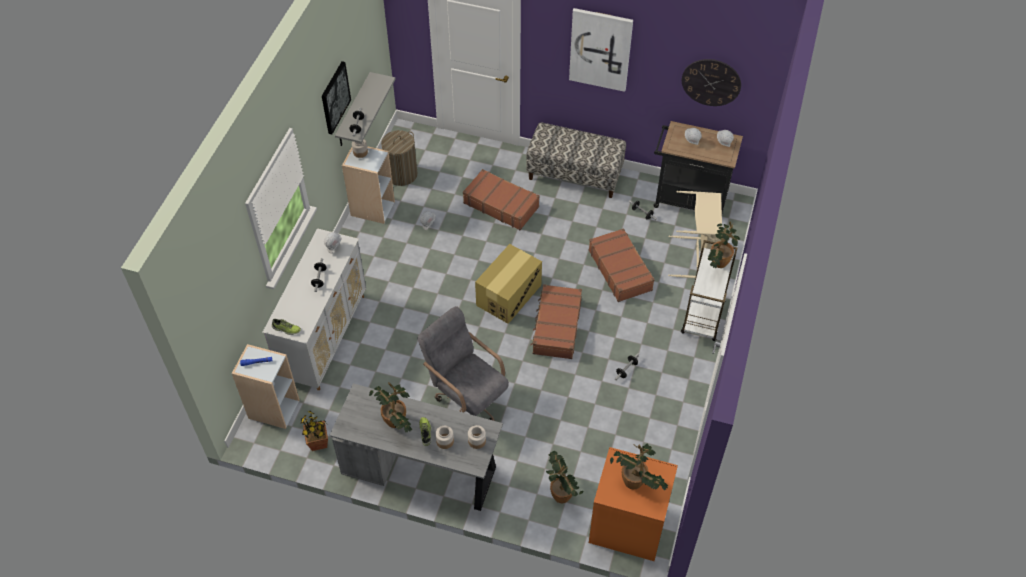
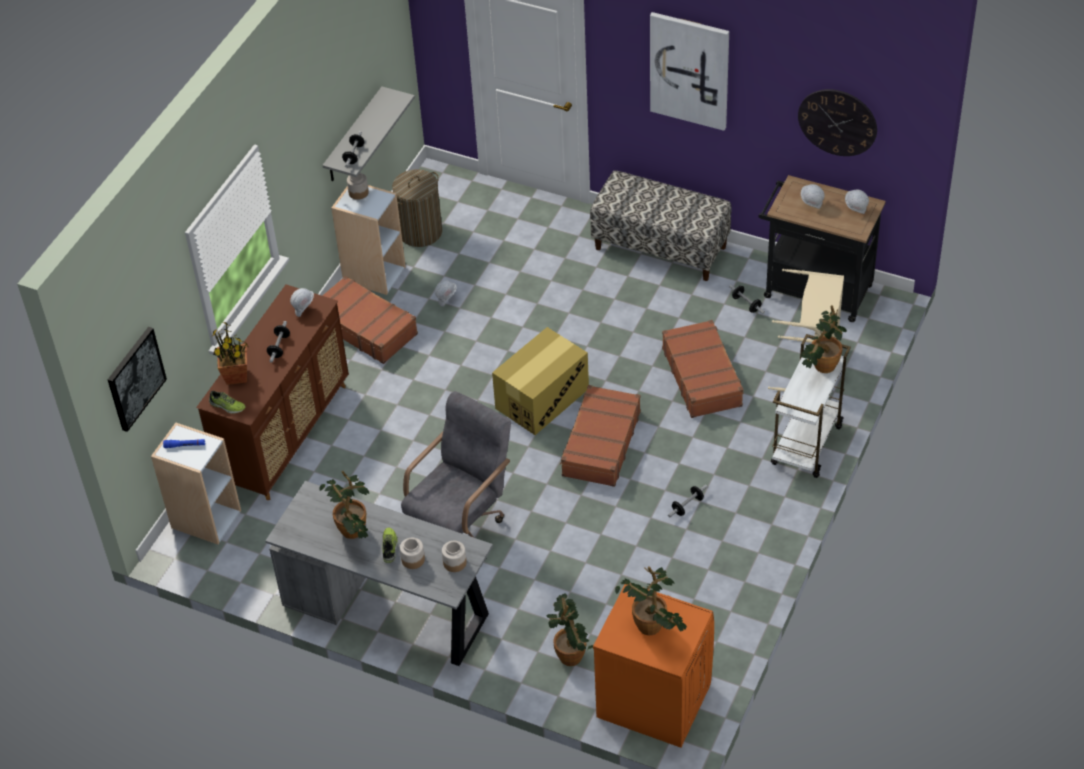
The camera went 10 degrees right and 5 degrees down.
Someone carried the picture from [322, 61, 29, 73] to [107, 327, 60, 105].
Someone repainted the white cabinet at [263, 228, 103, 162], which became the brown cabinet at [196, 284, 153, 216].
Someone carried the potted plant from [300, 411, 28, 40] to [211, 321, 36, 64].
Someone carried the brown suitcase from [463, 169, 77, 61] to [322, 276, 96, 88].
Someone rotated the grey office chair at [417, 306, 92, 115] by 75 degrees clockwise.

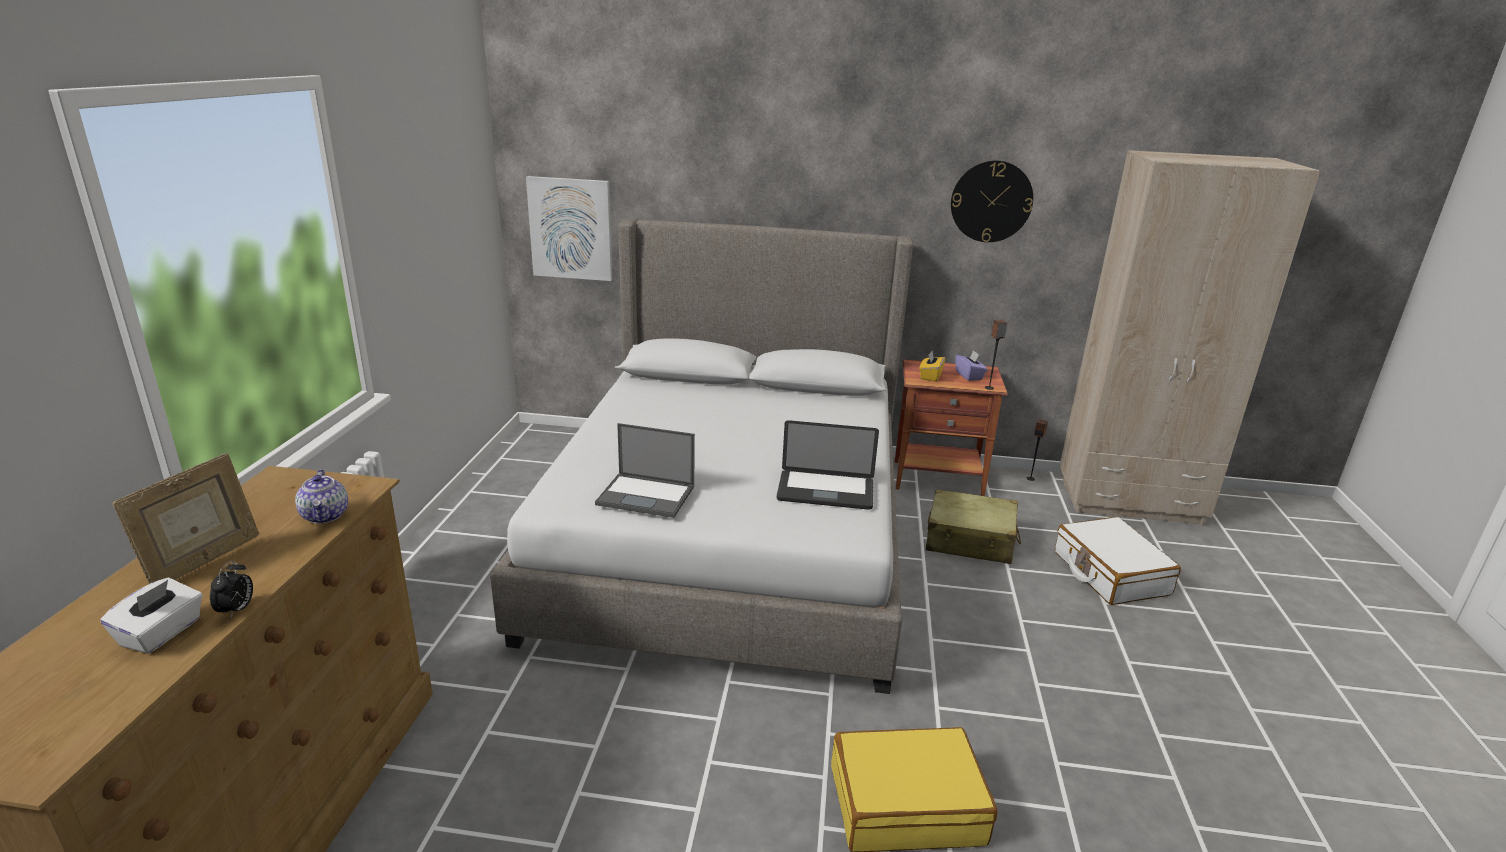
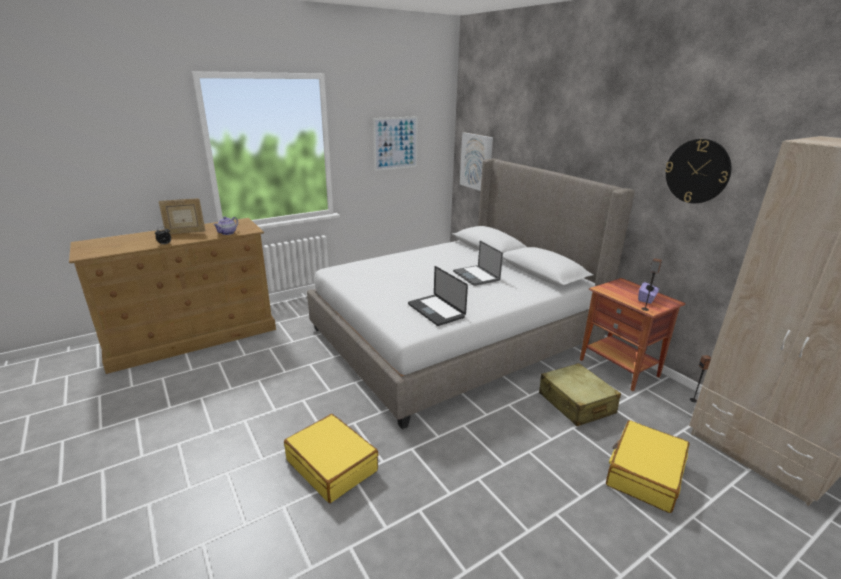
The camera went 50 degrees right and 0 degrees up.
Someone put up the picture at [373, 116, 45, 55].
Someone carried the laptop from [595, 423, 100, 95] to [453, 241, 50, 45].
Someone repainted the white suitcase at [1055, 517, 126, 88], which became the yellow suitcase at [606, 420, 83, 93].
Someone took away the white tissue box at [100, 577, 103, 77].
Someone took away the yellow tissue box at [919, 351, 26, 31].

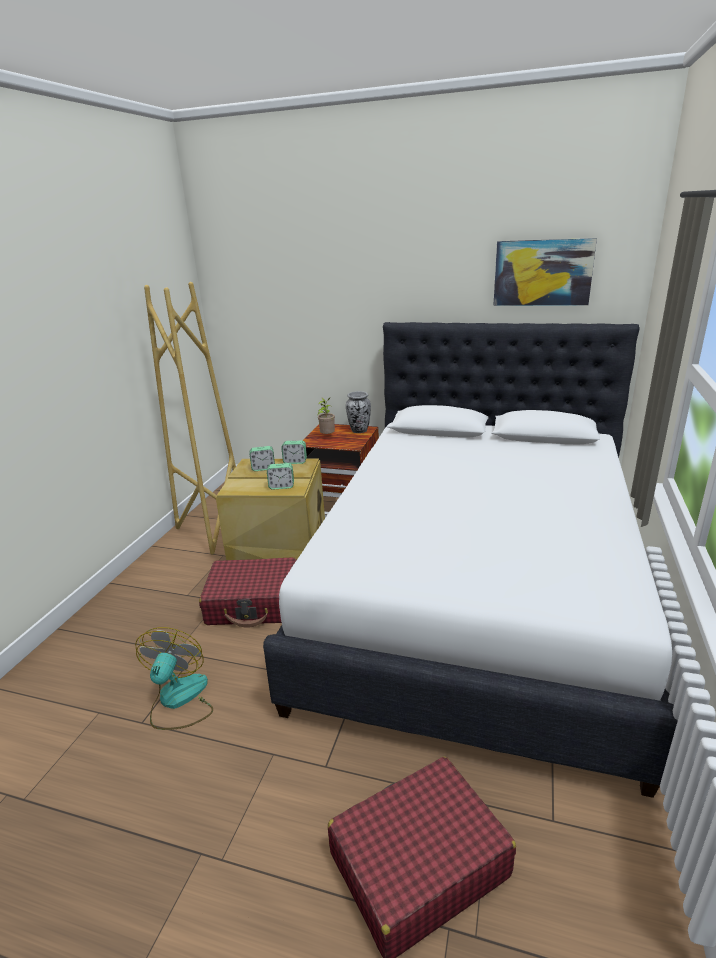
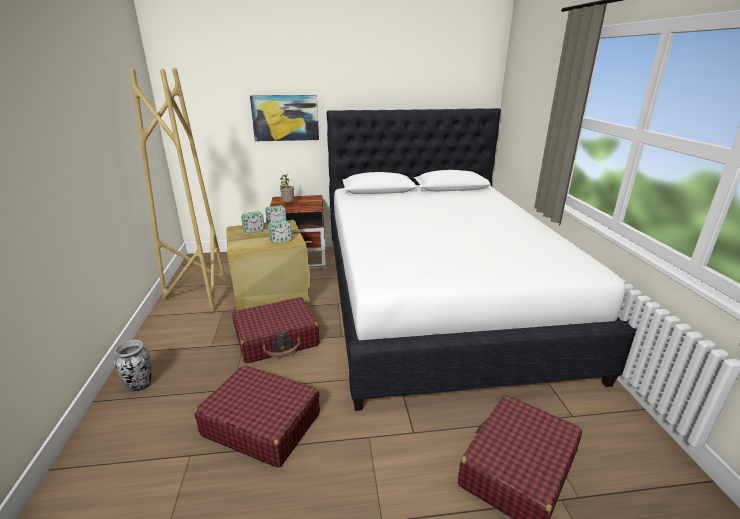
The camera went 25 degrees left and 0 degrees up.
Someone carried the vase from [346, 391, 25, 42] to [114, 340, 38, 52].
Someone swapped the fan at [135, 627, 78, 103] for the red suitcase at [194, 365, 126, 103].
Someone carried the picture from [493, 238, 104, 68] to [250, 95, 69, 46].

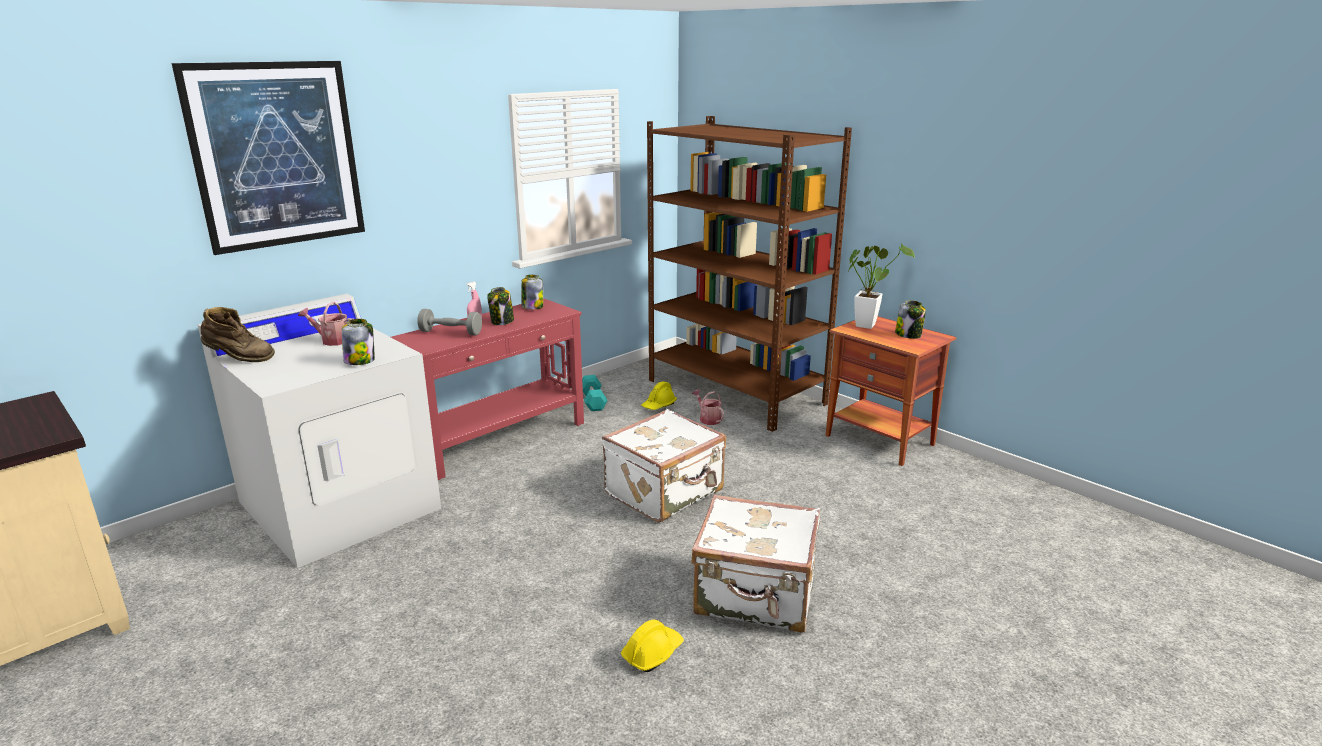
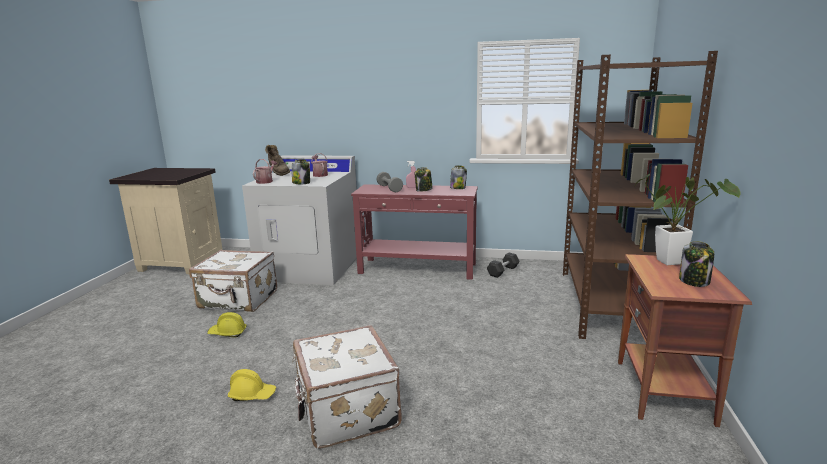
The camera went 55 degrees right and 5 degrees down.
Someone carried the white suitcase from [602, 409, 124, 113] to [189, 250, 88, 62].
Someone carried the yellow hard hat from [641, 381, 36, 29] to [207, 312, 40, 26].
Someone carried the watering can from [692, 390, 32, 35] to [253, 159, 24, 25].
Someone repainted the turquoise dumbbell at [582, 375, 25, 36], which became the grey dumbbell at [487, 253, 33, 25].
Someone took away the picture at [172, 61, 193, 194].

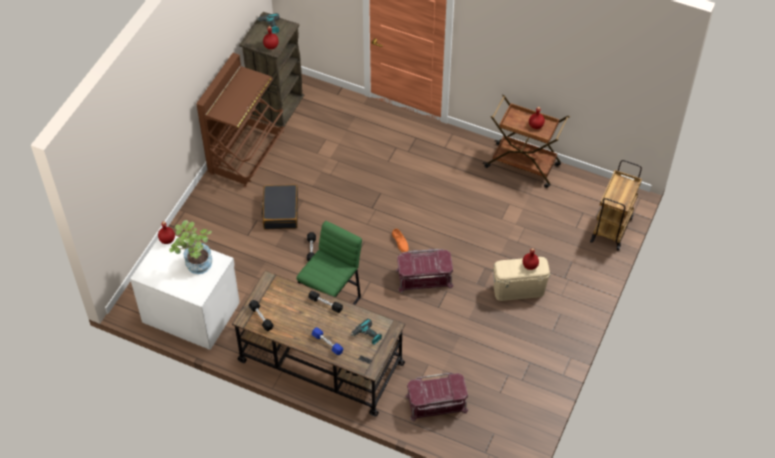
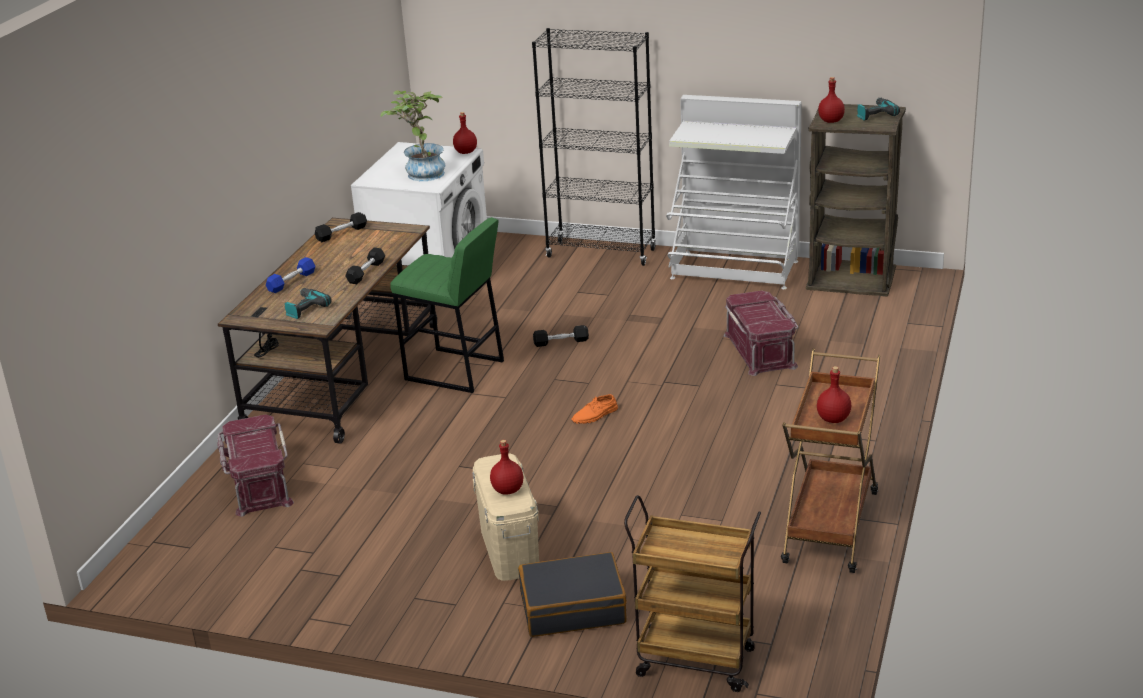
The camera went 85 degrees right and 25 degrees down.
Someone carried the black suitcase from [261, 185, 37, 44] to [518, 552, 109, 85].
Someone put down the black bookcase at [532, 28, 124, 238].
Someone repainted the brown shoe rack at [196, 53, 89, 135], which became the white shoe rack at [666, 95, 136, 194].
Someone carried the red storage box from [396, 249, 58, 44] to [723, 291, 75, 85].

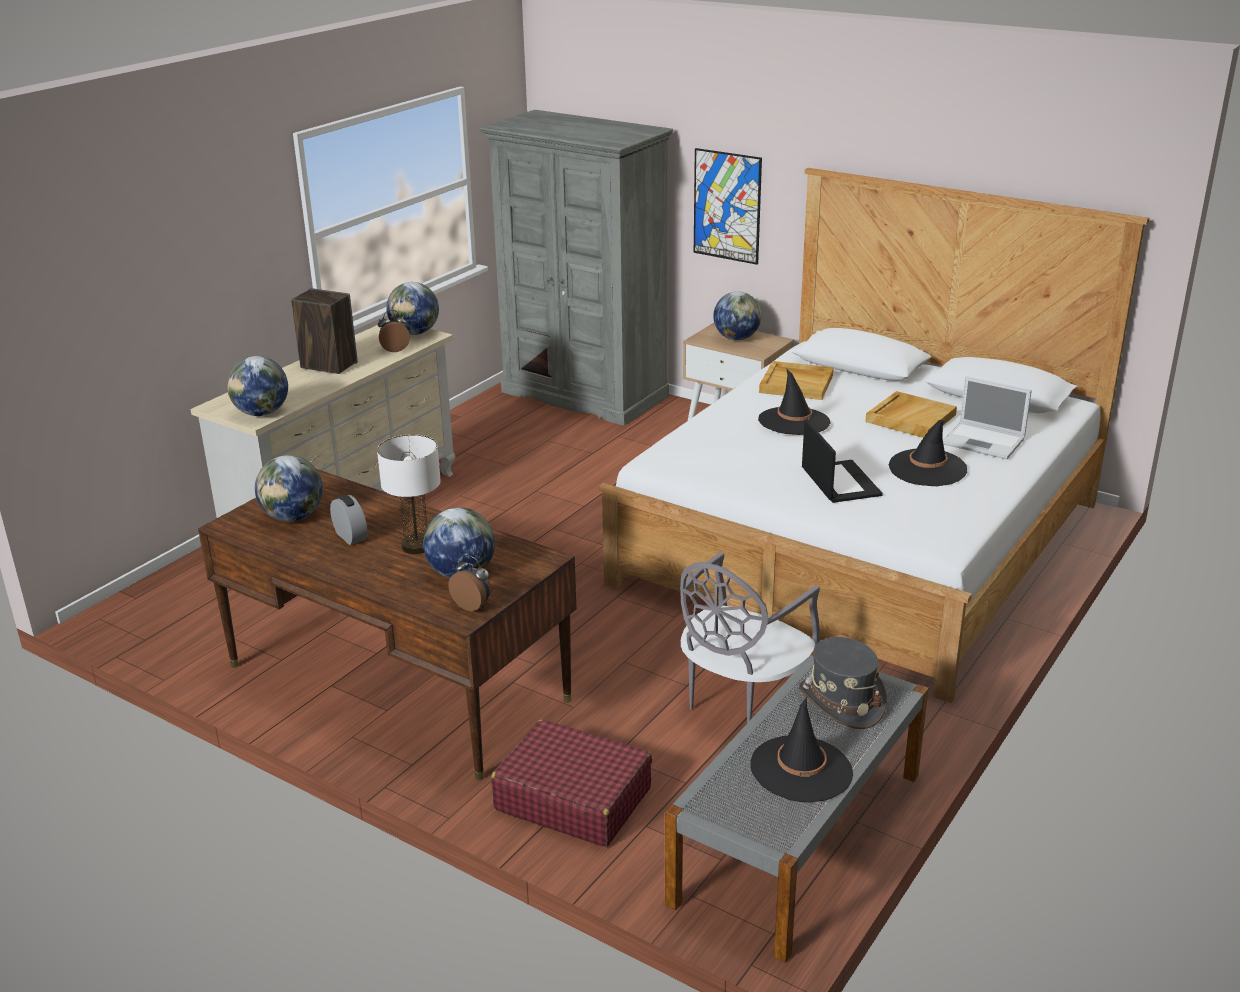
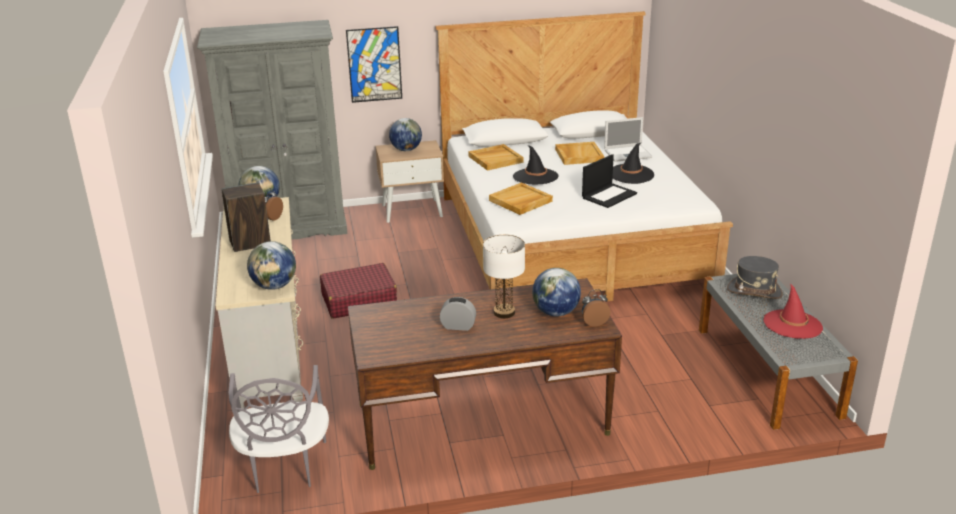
The camera went 45 degrees left and 0 degrees up.
Someone carried the grey chair from [680, 552, 140, 171] to [228, 365, 101, 128].
Someone carried the red suitcase from [491, 720, 161, 127] to [320, 263, 77, 56].
Someone put down the beige tray at [489, 182, 64, 33].
Someone rotated the laptop at [802, 420, 81, 83] by 105 degrees clockwise.
Someone repainted the black hat at [750, 697, 103, 105], which became the red hat at [763, 283, 60, 56].
Someone took away the globe at [255, 455, 68, 67].

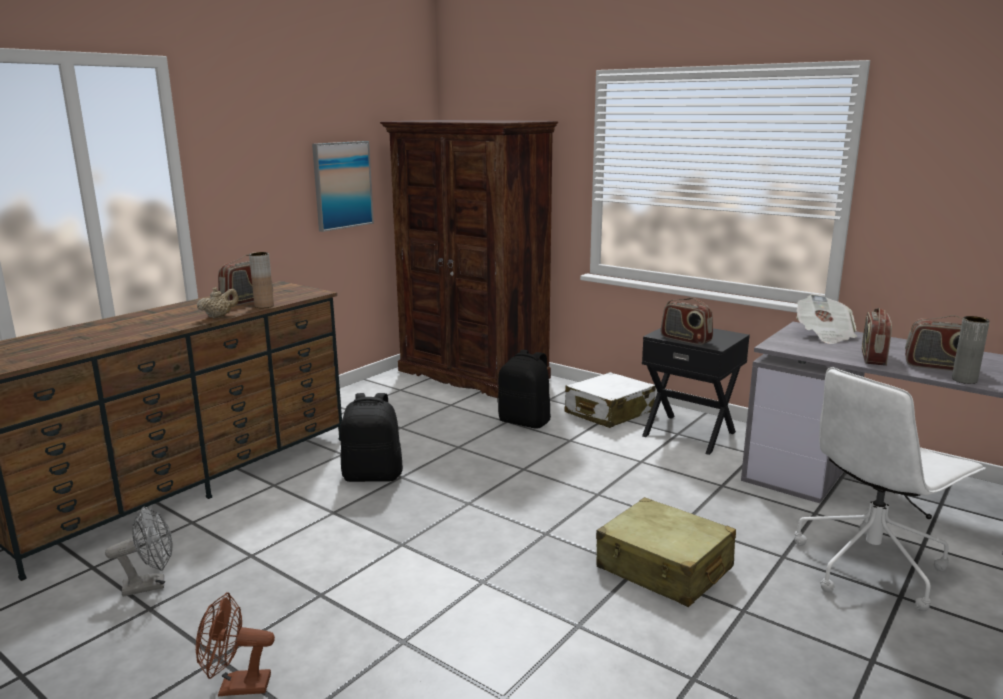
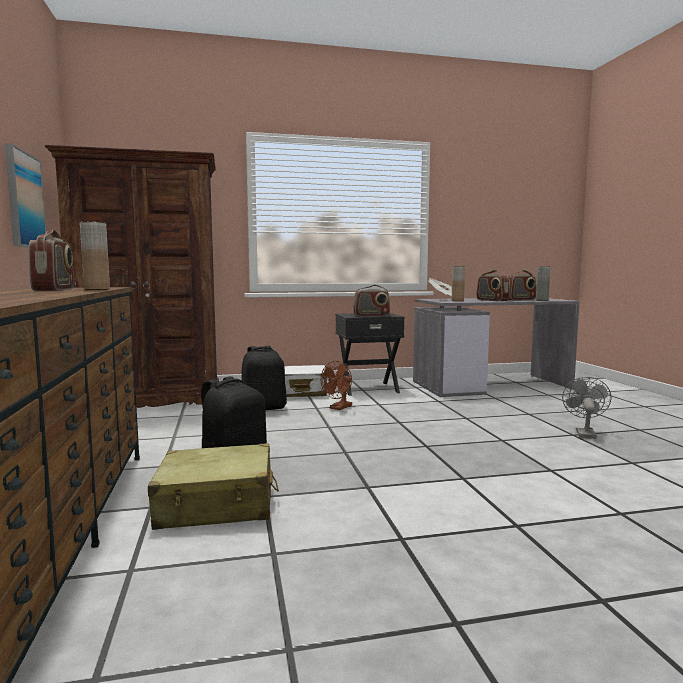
The camera went 50 degrees left and 10 degrees down.
Someone carried the beige suitcase from [596, 497, 140, 110] to [148, 443, 131, 87].
Someone carried the brown fan from [196, 592, 79, 104] to [321, 361, 31, 49].
Someone put down the brown vase at [452, 266, 13, 35].
Someone carried the grey fan from [105, 507, 67, 89] to [562, 377, 49, 62].
Someone took away the beige teapot at [197, 287, 42, 31].
Someone took away the white office chair at [795, 367, 191, 244].

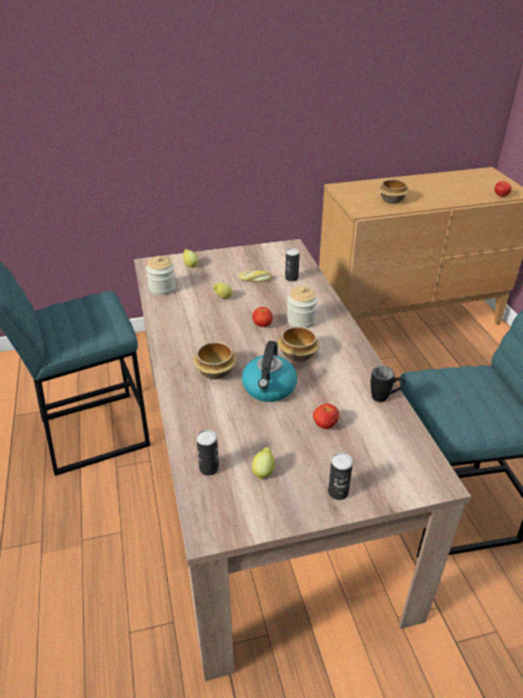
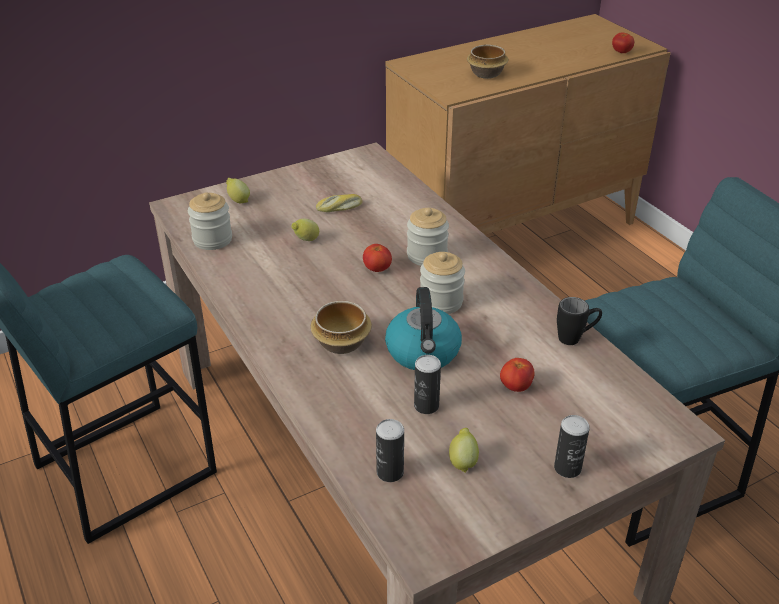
The camera went 15 degrees left and 0 degrees up.
Someone carried the can from [285, 248, 15, 34] to [414, 355, 27, 59].
Someone swapped the bowl at [278, 326, 42, 36] for the jar at [420, 252, 45, 62].

